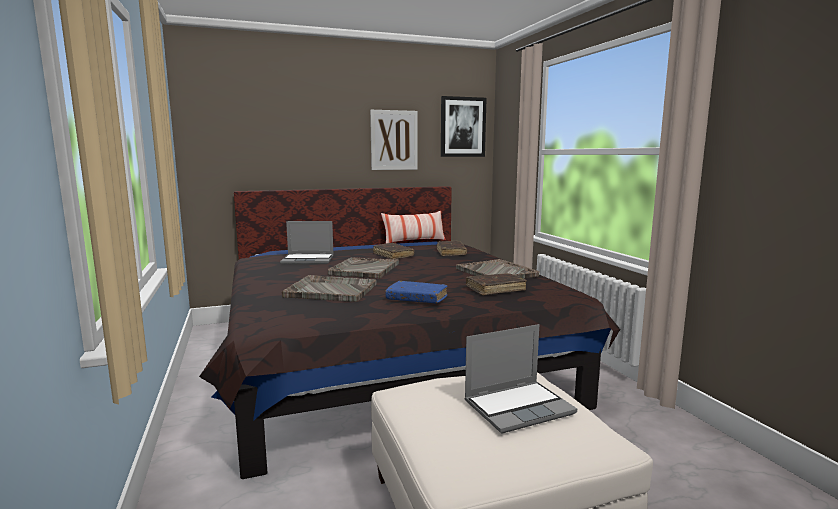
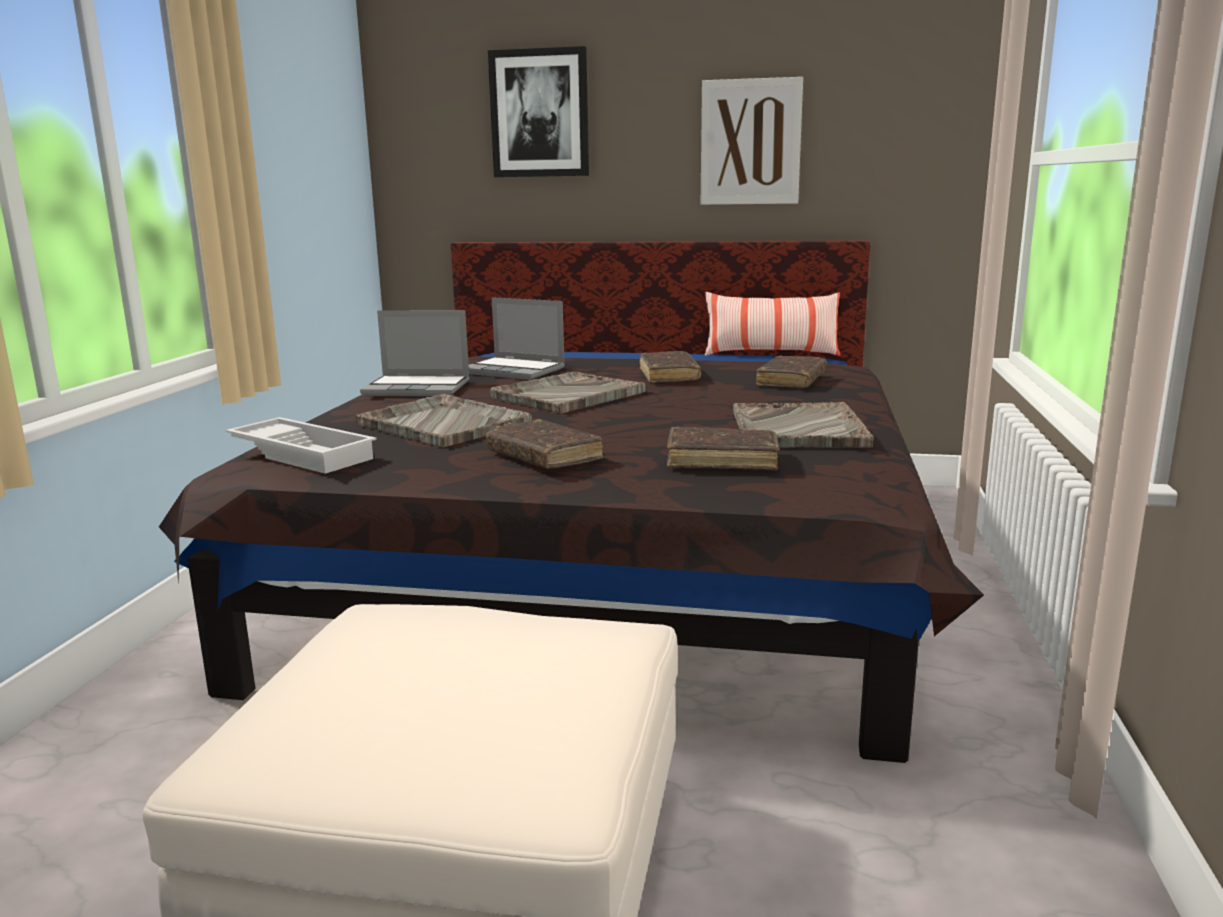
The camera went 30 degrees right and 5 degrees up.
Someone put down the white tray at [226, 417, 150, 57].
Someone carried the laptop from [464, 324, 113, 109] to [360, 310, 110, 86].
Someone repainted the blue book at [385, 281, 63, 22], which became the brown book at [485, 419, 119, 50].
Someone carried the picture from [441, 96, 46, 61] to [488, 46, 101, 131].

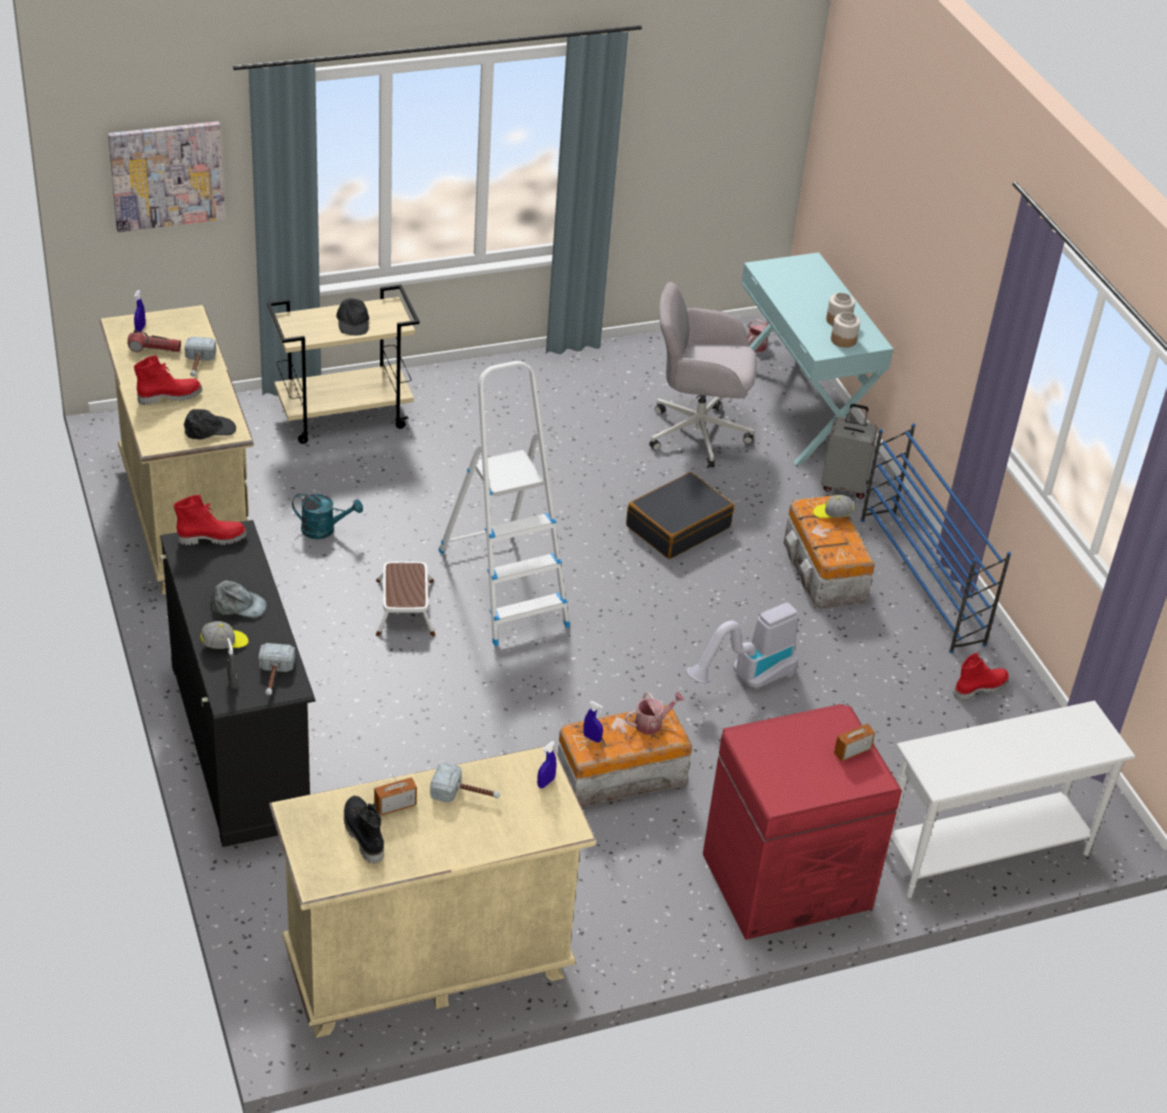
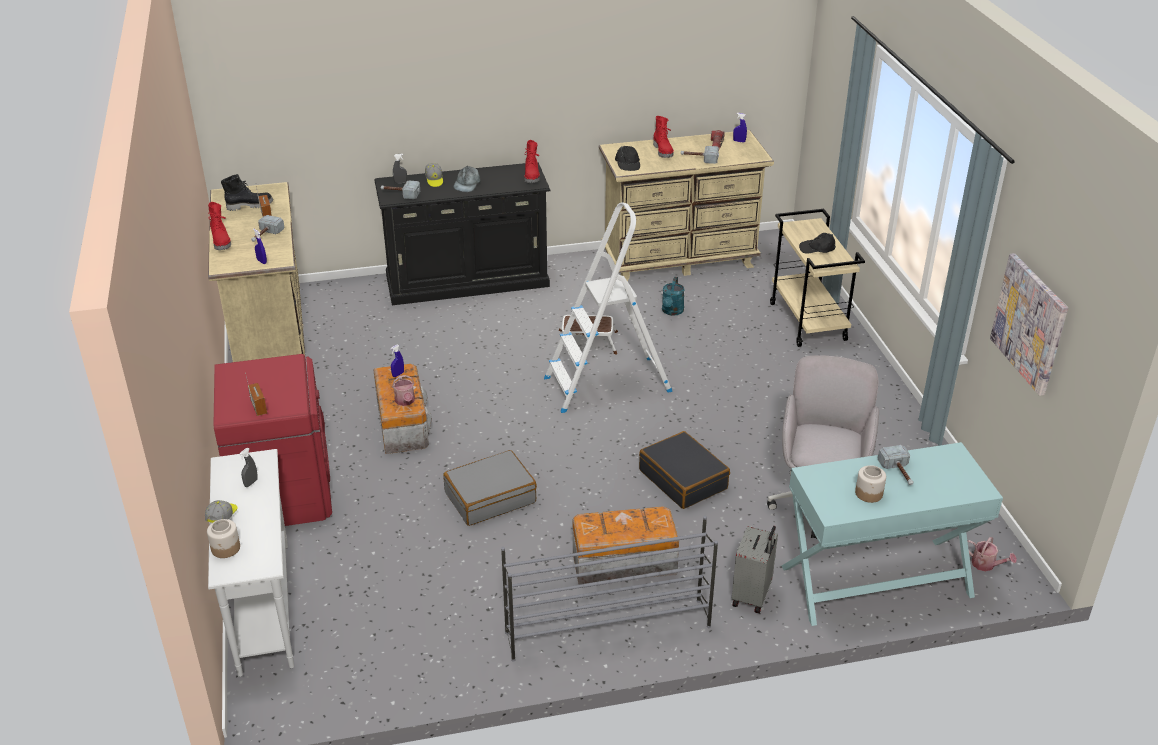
The camera went 100 degrees right and 5 degrees down.
Someone carried the cap from [813, 495, 41, 23] to [205, 500, 33, 23].
Someone carried the jar from [831, 312, 29, 36] to [207, 519, 33, 39].
Someone carried the red boot from [954, 653, 55, 48] to [208, 202, 23, 48].
Someone put down the grey spray bottle at [239, 448, 19, 39].
Someone swapped the vacuum cleaner at [686, 602, 112, 87] for the grey suitcase at [443, 450, 94, 76].
Someone repainted the blue shoe rack at [861, 423, 150, 230], which became the grey shoe rack at [501, 516, 217, 146].
Someone put down the hammer at [878, 445, 36, 40].
Someone carried the picture from [108, 121, 117, 111] to [990, 253, 78, 143].

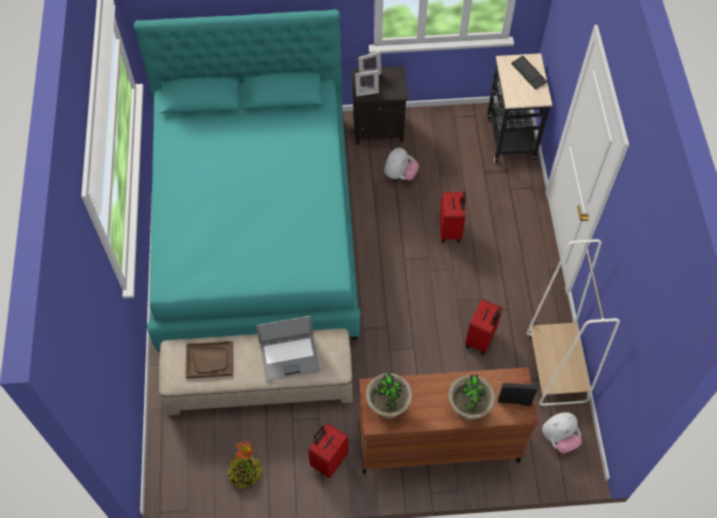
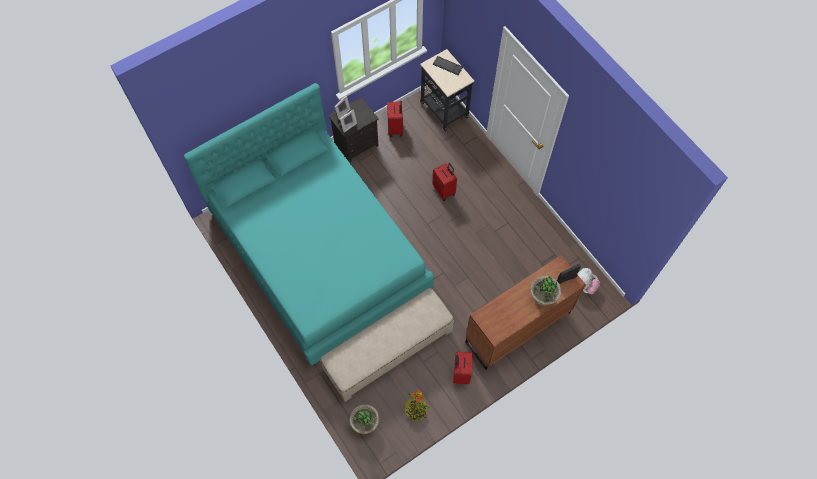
The camera went 30 degrees left and 5 degrees up.
Someone carried the potted plant from [366, 373, 46, 46] to [350, 404, 29, 30].
Someone carried the red suitcase from [465, 299, 38, 56] to [387, 101, 16, 36].
Someone took away the brown tray at [185, 341, 48, 38].
Someone took away the laptop at [256, 316, 64, 65].
Someone took away the plush toy at [384, 148, 35, 32].
Someone took away the clothes rack at [526, 239, 94, 167].

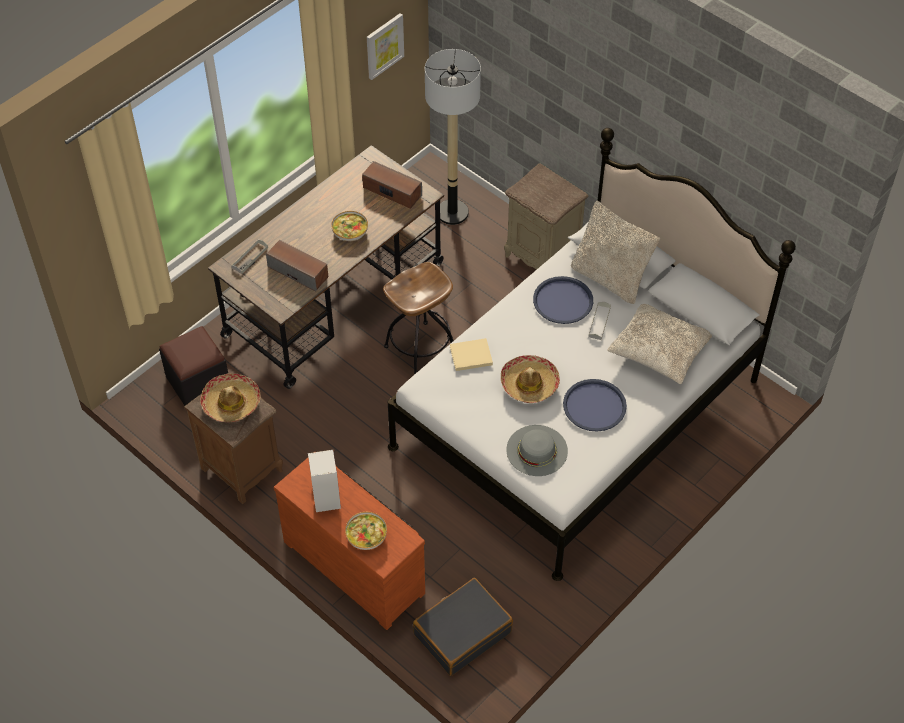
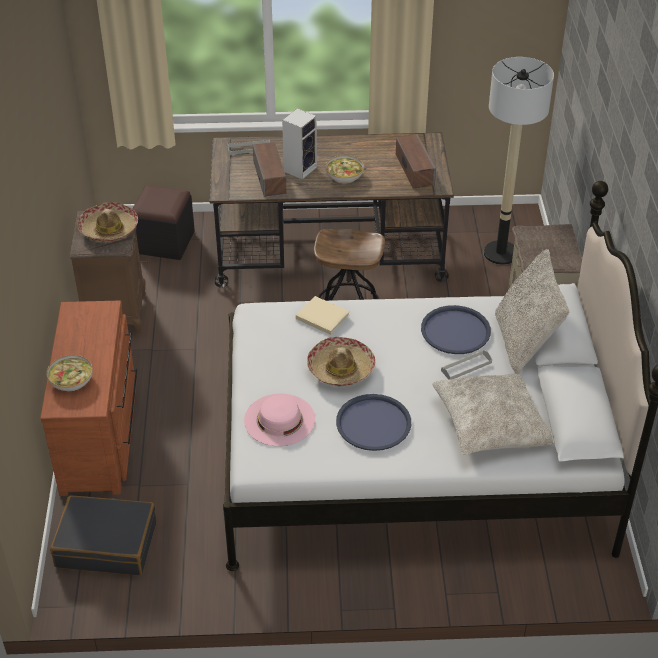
The camera went 45 degrees right and 10 degrees down.
Someone repainted the grey hat at [506, 425, 62, 51], which became the pink hat at [244, 394, 71, 52].
Someone carried the speaker from [308, 450, 33, 62] to [282, 108, 35, 71].
Someone took away the picture at [367, 13, 37, 67].

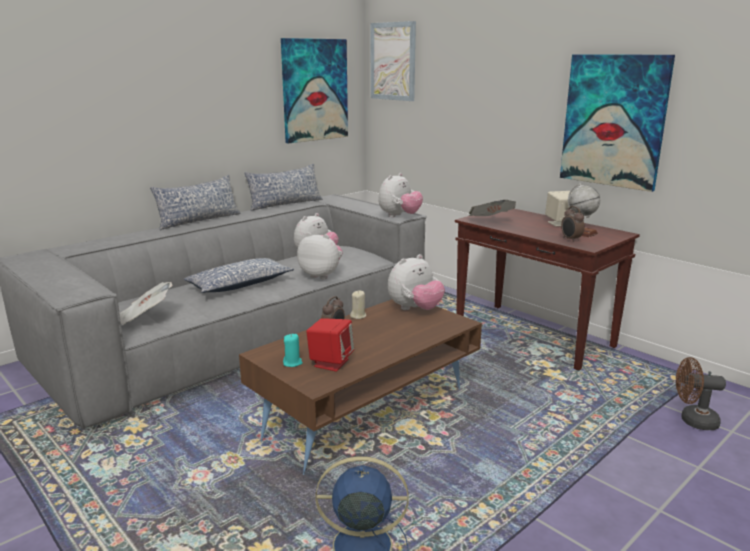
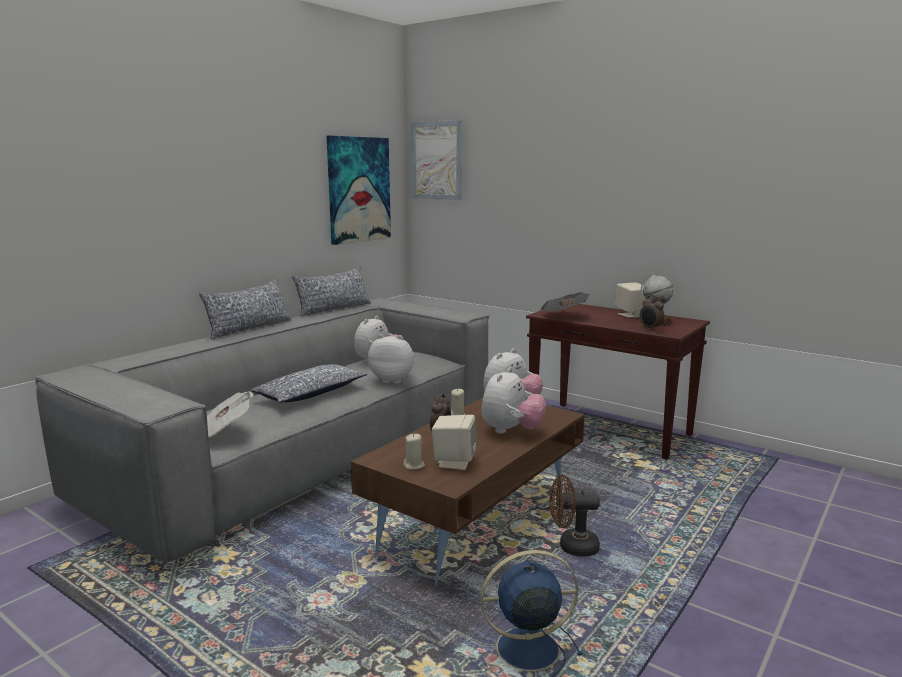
The camera went 10 degrees left and 5 degrees down.
Someone repainted the turquoise candle at [283, 334, 20, 33], which became the beige candle at [404, 434, 21, 36].
Someone repainted the red speaker at [306, 318, 48, 53], which became the beige speaker at [432, 415, 45, 55].
Someone carried the plush toy from [378, 173, 45, 44] to [481, 368, 65, 66].
Someone carried the brown fan from [676, 357, 50, 73] to [550, 475, 50, 82].
Someone took away the picture at [560, 54, 115, 138].

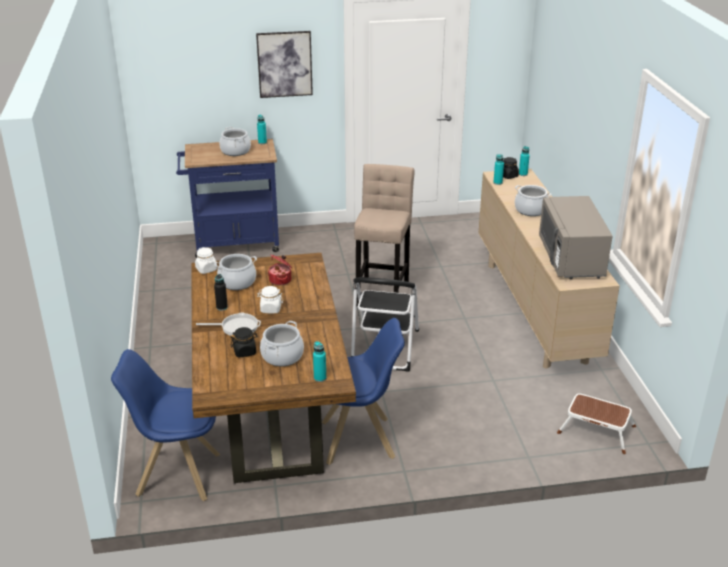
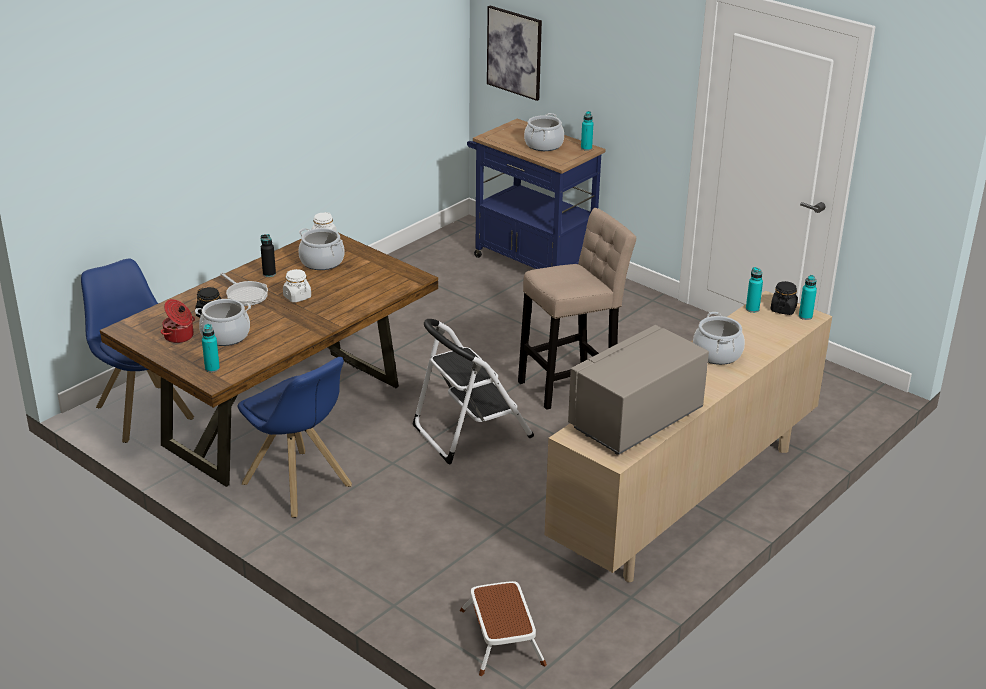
The camera went 50 degrees right and 0 degrees up.
Someone carried the cooking pot from [268, 255, 24, 30] to [161, 299, 34, 44].
Someone carried the picture from [256, 31, 57, 67] to [487, 6, 55, 95].

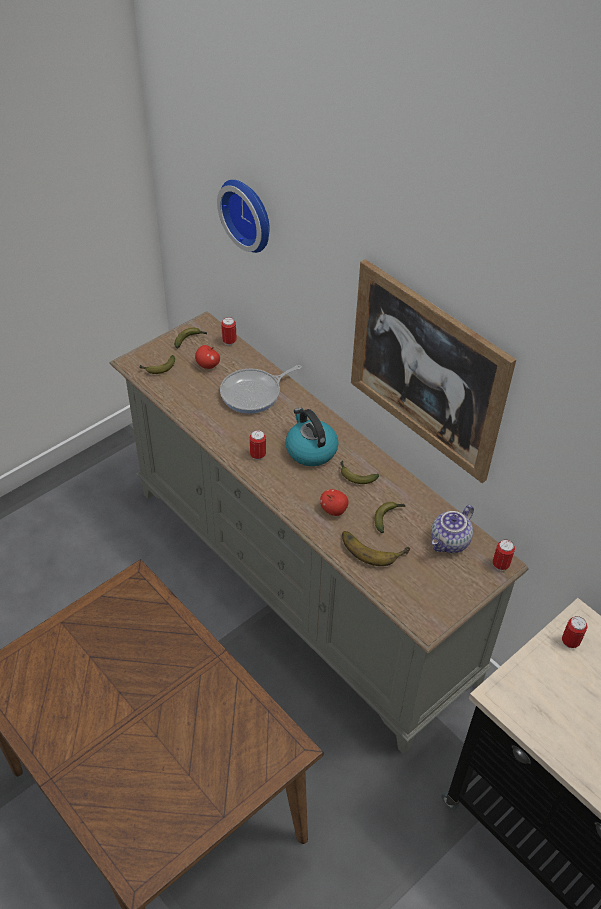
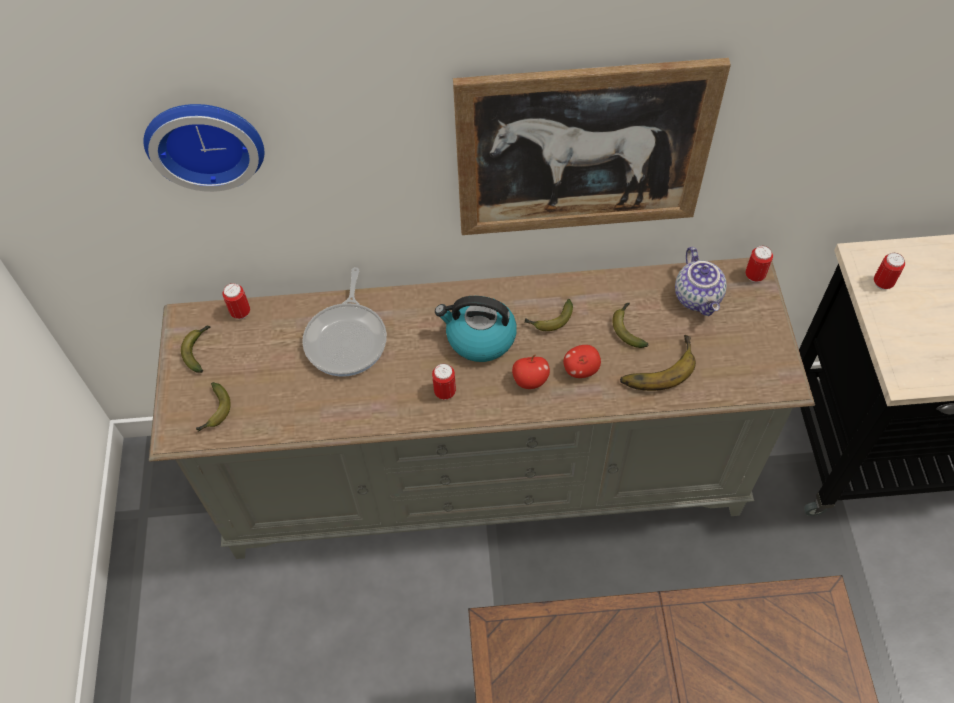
The camera went 50 degrees left and 10 degrees up.
Someone carried the apple from [195, 345, 25, 24] to [512, 354, 38, 35].

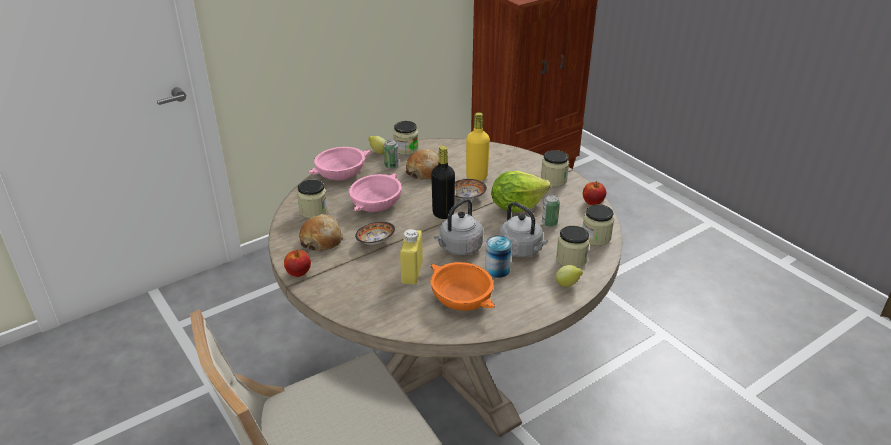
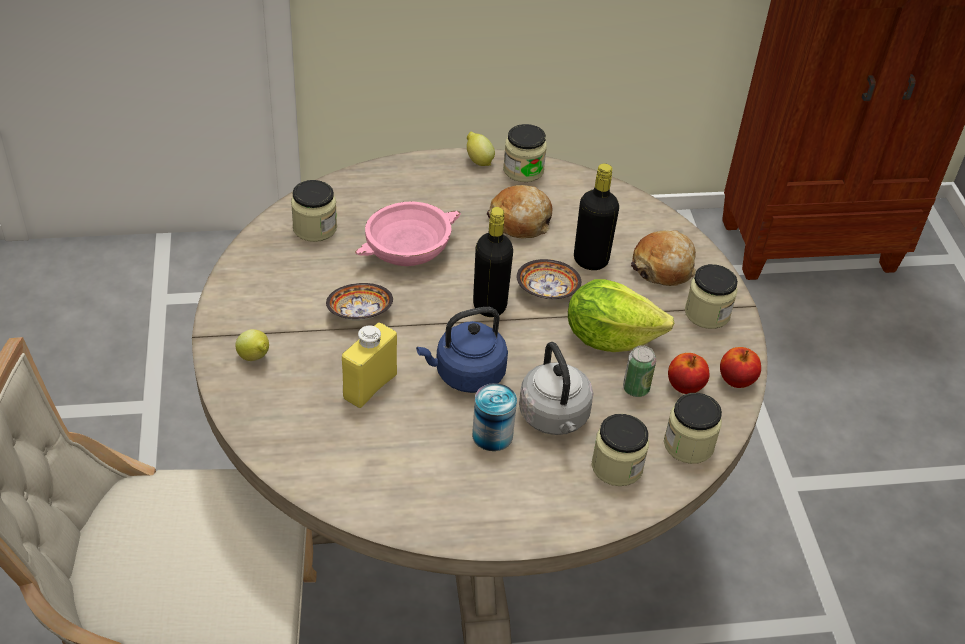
The camera went 25 degrees right and 10 degrees up.
Someone carried the lemon from [556, 265, 27, 22] to [235, 329, 34, 32].
Someone repainted the grey kettle at [434, 198, 49, 57], which became the blue kettle at [416, 307, 92, 86].
Someone repainted the yellow bottle at [466, 112, 24, 69], which became the black bottle at [574, 164, 45, 106].
Someone carried the bread from [299, 214, 45, 37] to [631, 230, 65, 56].
Someone carried the apple from [284, 250, 27, 27] to [668, 353, 41, 41].
Someone took away the pink bowl at [308, 147, 63, 34].
Someone took away the can at [384, 140, 15, 29].
Someone took away the orange bowl at [430, 262, 65, 49].

